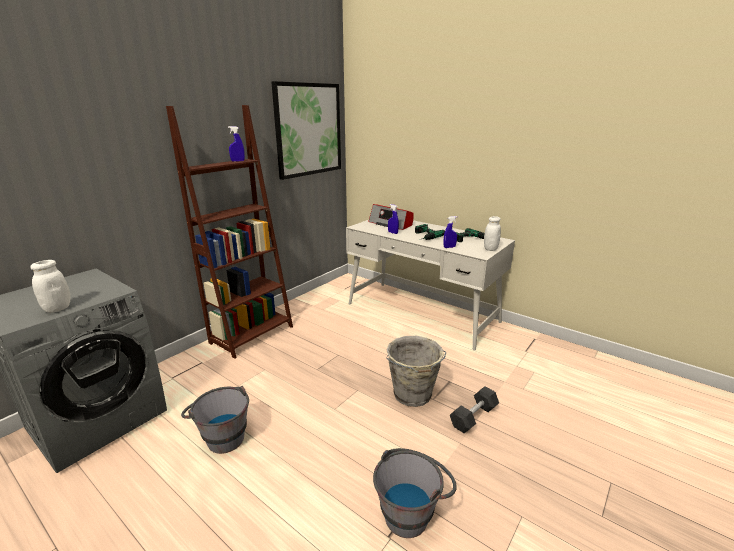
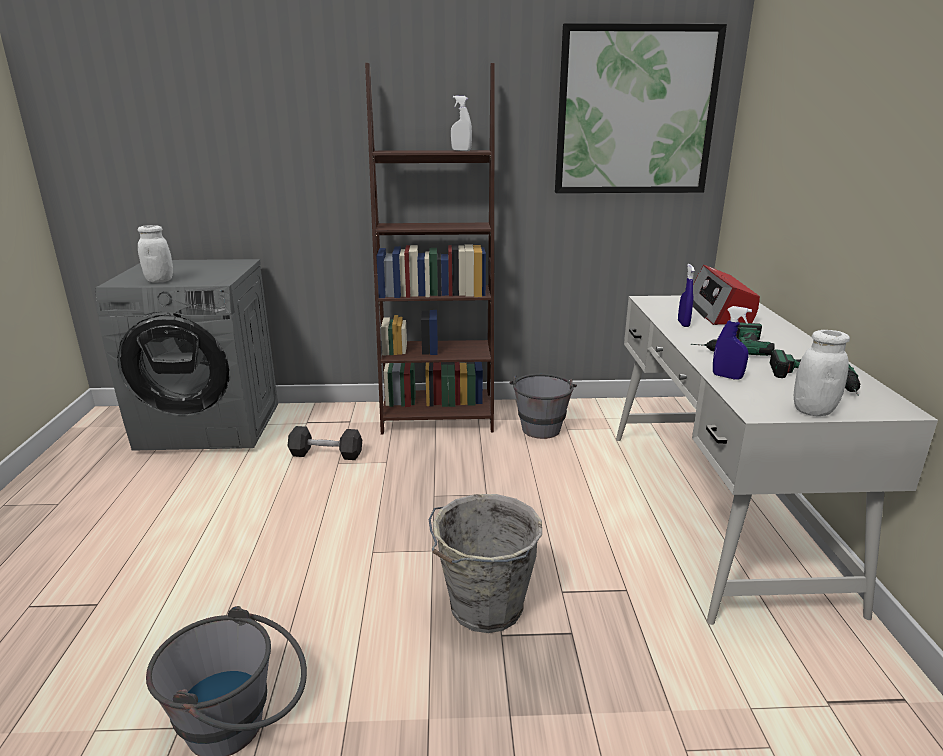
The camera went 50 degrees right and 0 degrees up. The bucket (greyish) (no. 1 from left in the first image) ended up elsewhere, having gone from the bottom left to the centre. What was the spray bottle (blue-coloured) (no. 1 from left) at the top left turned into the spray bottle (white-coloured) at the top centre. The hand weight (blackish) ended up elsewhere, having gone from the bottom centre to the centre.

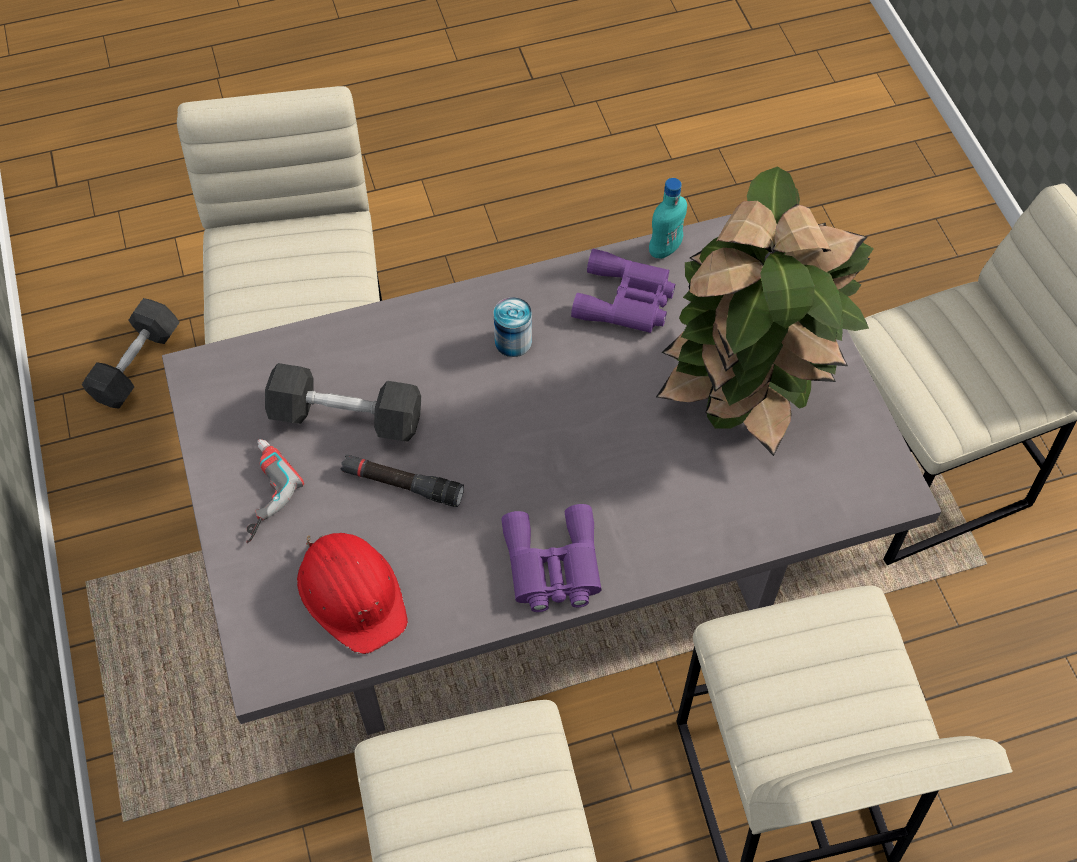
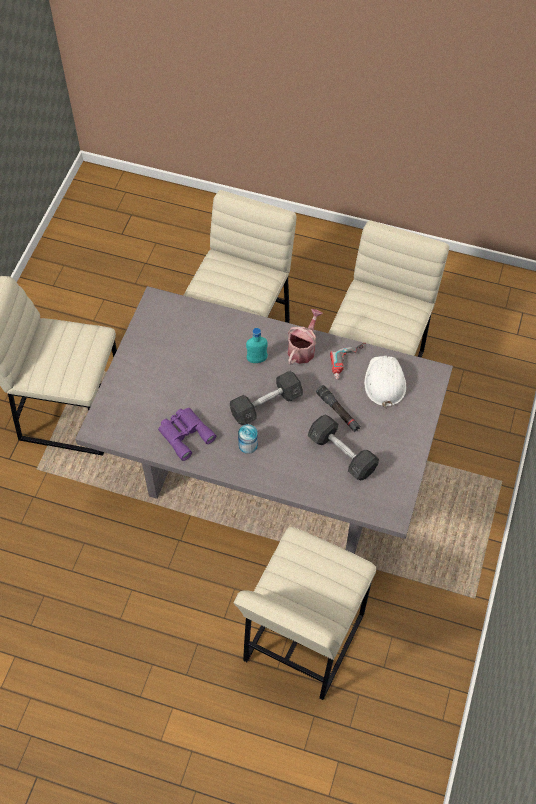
The camera went 145 degrees left and 0 degrees up. The hand weight (greyish) (no. 1 from left) ended up elsewhere, having gone from the middle left to the centre. The drill ended up elsewhere, having gone from the middle left to the centre. What was the hard hat (red) at the bottom left turned into the hard hat (white-coloured) at the middle right. Where the field glasses (purple-coloured) (no. 1 from left) stood at the centre, the watering can came to stand at the centre. The drink bottle (blue-green) ended up elsewhere, having gone from the top centre to the centre. The second view lost the houseplant at the middle right.

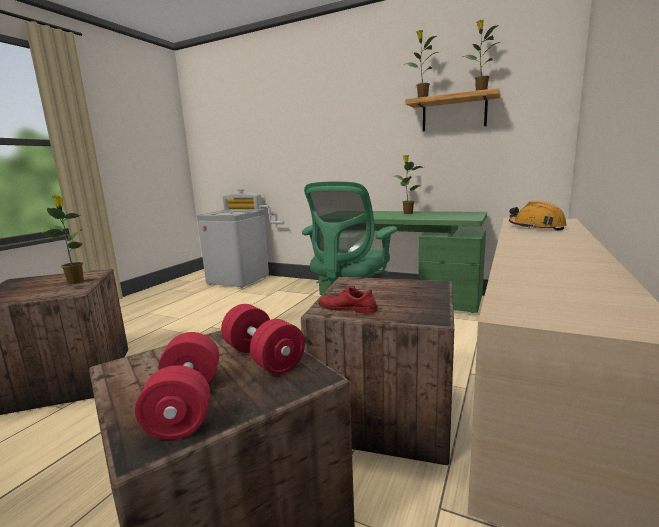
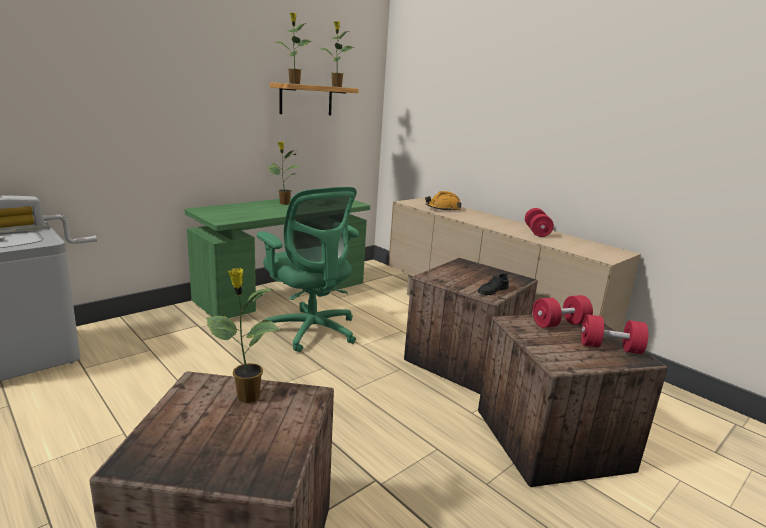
The camera went 70 degrees left and 5 degrees up. What was the low shoe (red) at the centre turned into the low shoe (blackish) at the centre. The second view gained the hand weight (red) (no. 1 from left) at the middle right.

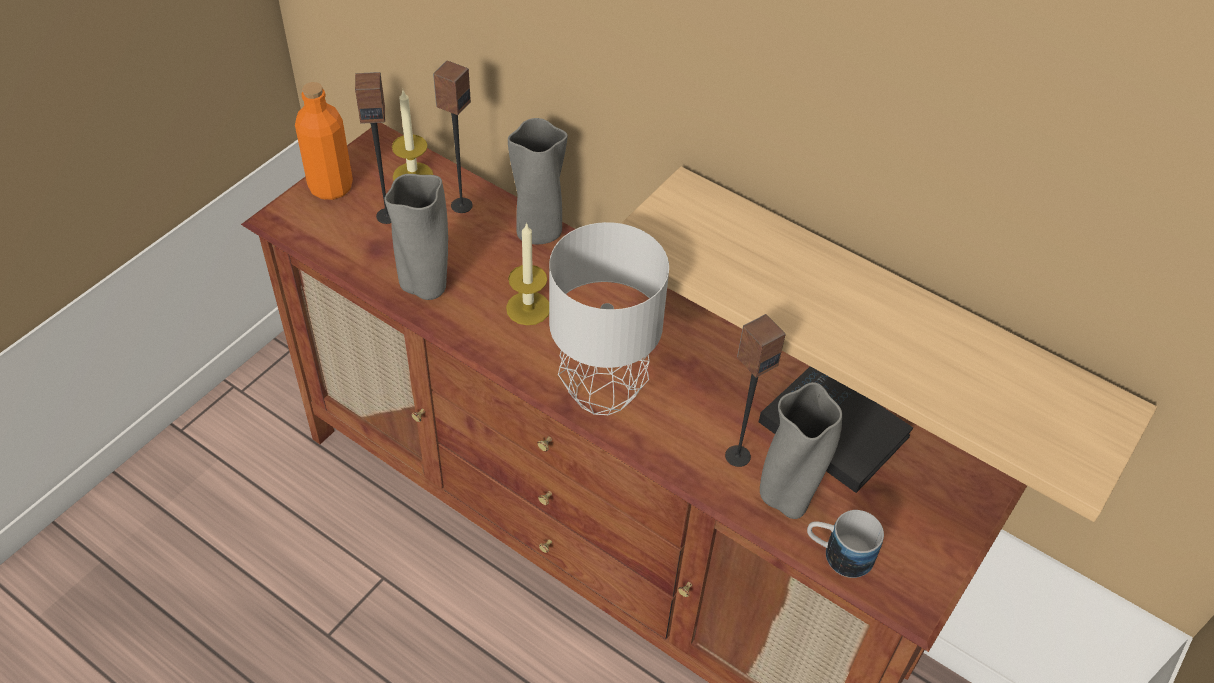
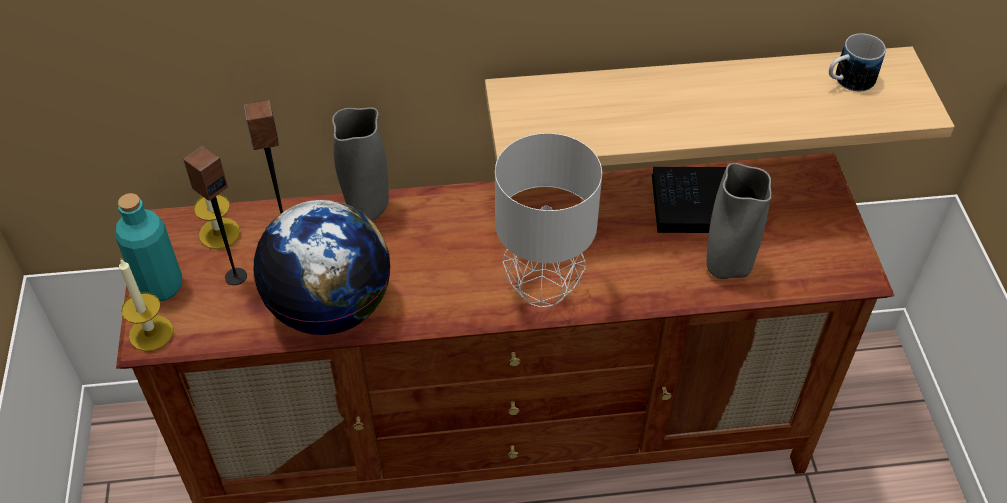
The camera went 40 degrees left and 0 degrees up. What was the drink bottle (orange) at the top left turned into the drink bottle (blue-green) at the middle left. Where the vase (greyish) (no. 1 from left) stood at the centre, the globe came to stand at the middle left. The wax light (no. 2 from left in the first image) ended up elsewhere, having gone from the centre to the middle left. The second view lost the audio speaker (no. 3 from left) at the centre. The coffee mug ended up elsewhere, having gone from the bottom right to the top right.

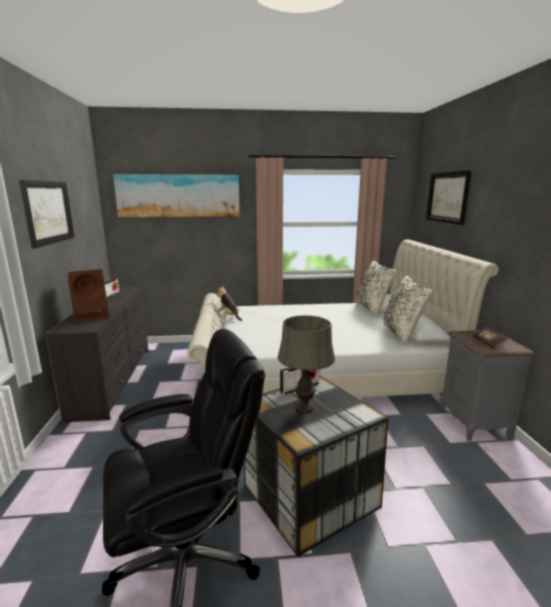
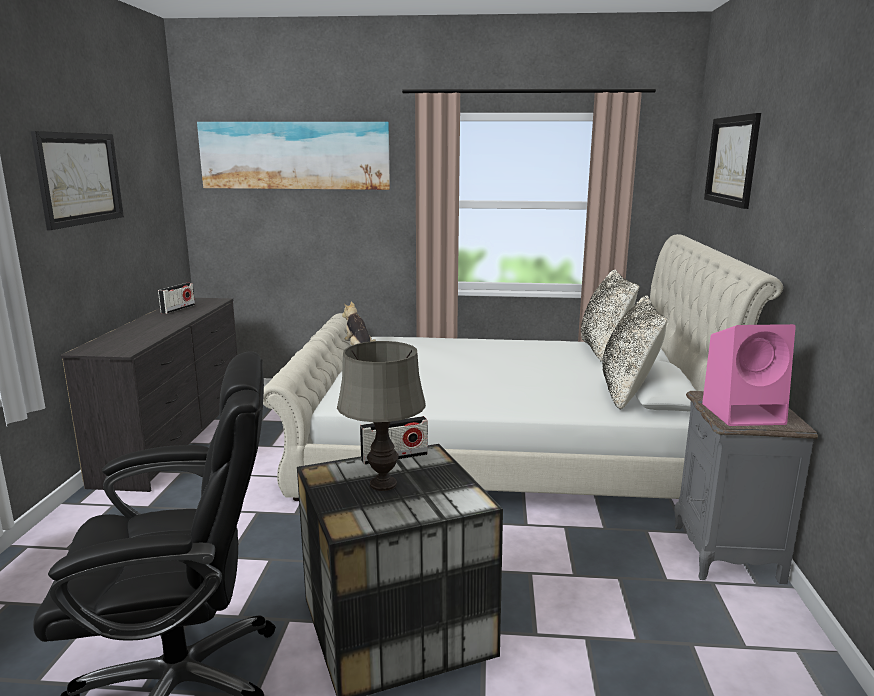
The camera went 10 degrees right and 0 degrees up. The second view lost the audio speaker (brown) at the middle left. Where the bound book stood at the middle right, the audio speaker (pink-coloured) came to stand at the middle right.

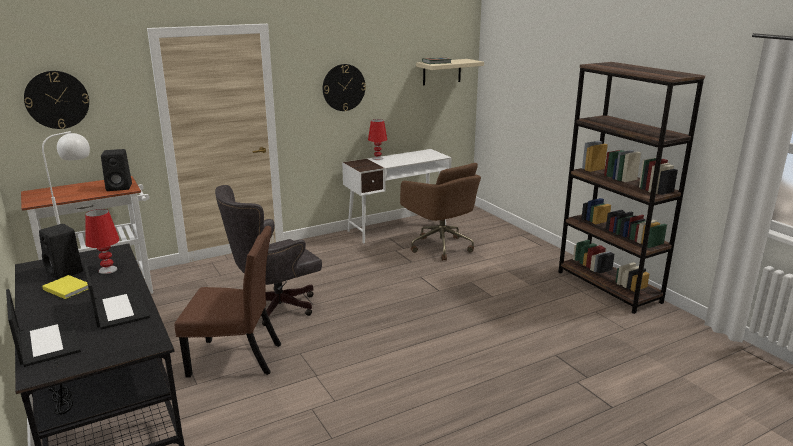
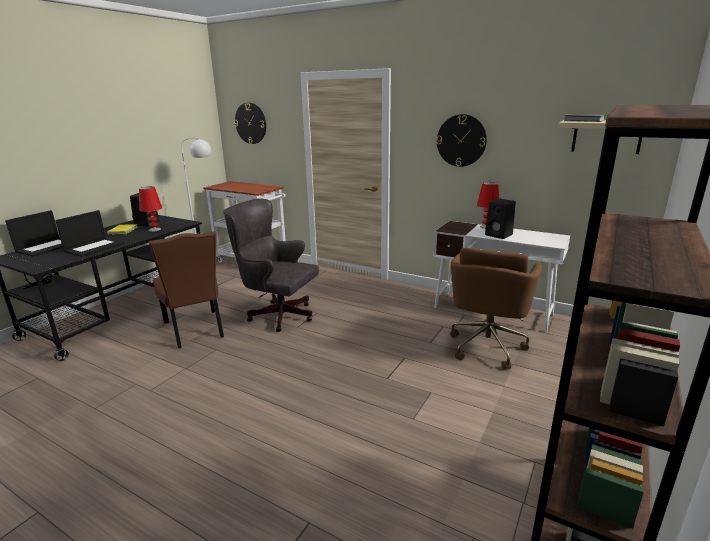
The camera went 60 degrees right and 0 degrees up. The audio speaker (blackish) (no. 2 from left) ended up elsewhere, having gone from the middle left to the middle right.

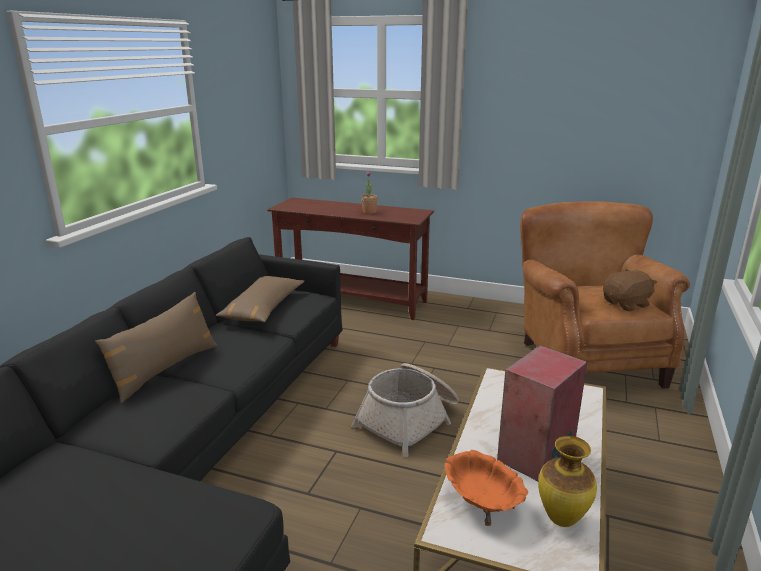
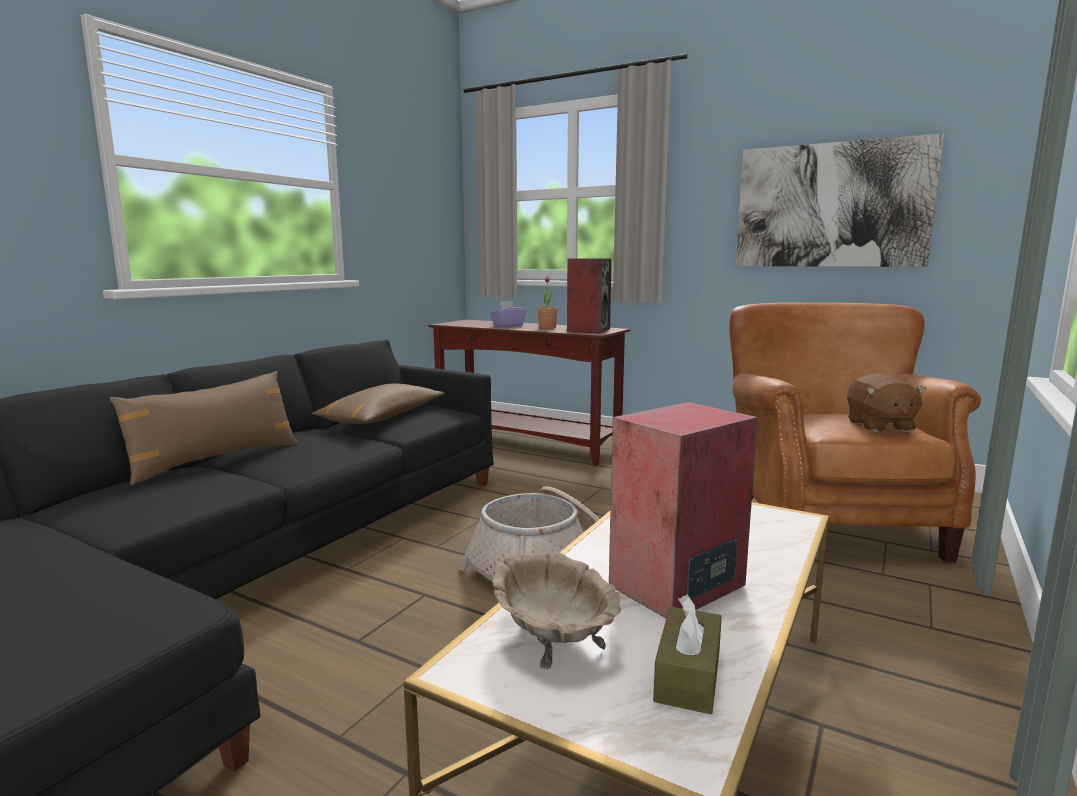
The camera went 10 degrees right and 10 degrees down. What was the serving bowl (orange) at the bottom centre turned into the serving bowl (beige-coloured) at the bottom centre. Where the vase stood at the bottom right, the tissue box (brown) came to stand at the bottom centre. The soft toy (brown) at the middle right ended up facing another way, 105 degrees clockwise from before. The second view gained the tissue box (purple-coloured) at the centre. The second view gained the audio speaker (no. 1 from left) at the centre. The second view gained the picture at the top right.

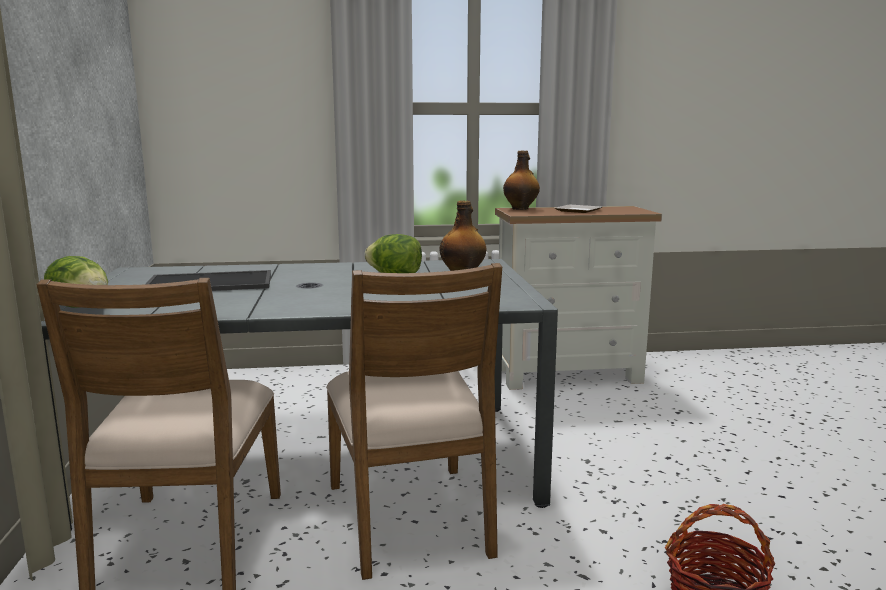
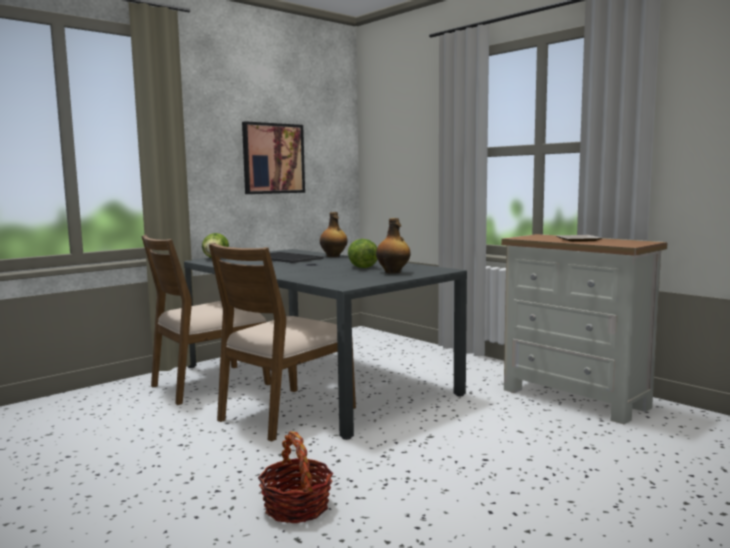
The camera went 55 degrees right and 5 degrees down. The drink bottle (no. 2 from left in the first image) ended up elsewhere, having gone from the top centre to the centre. The second view gained the picture at the top centre.

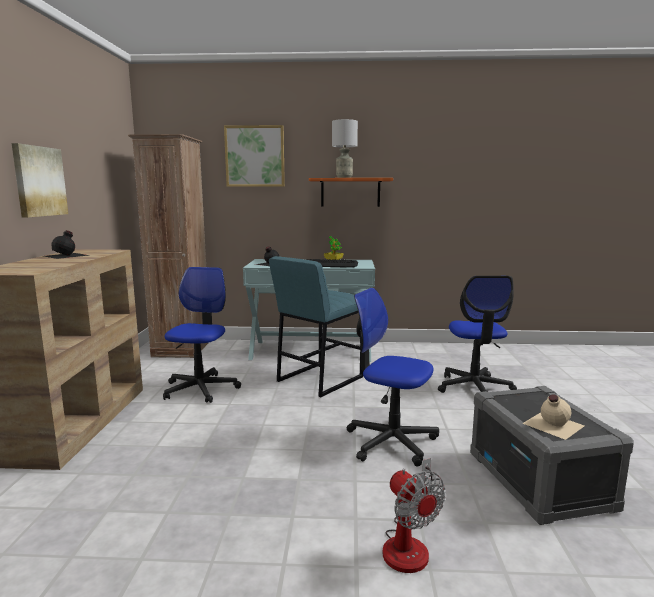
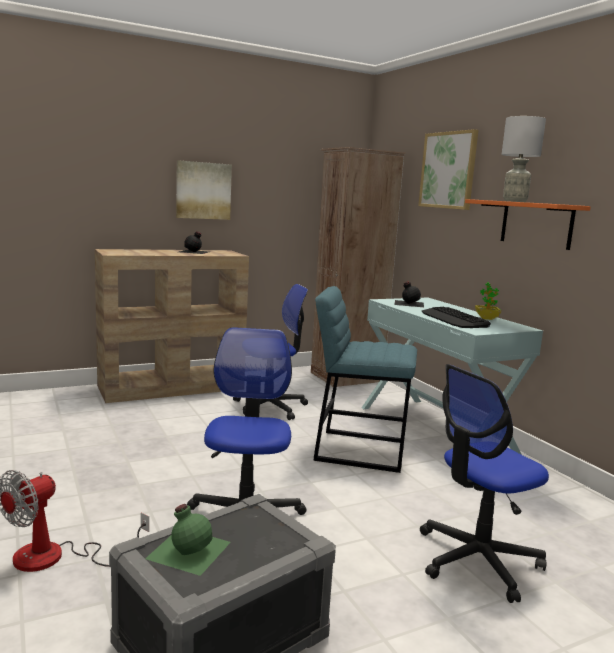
The camera went 60 degrees right and 0 degrees up. What was the drink bottle (beige-coloured) at the bottom right turned into the drink bottle (green) at the bottom left.

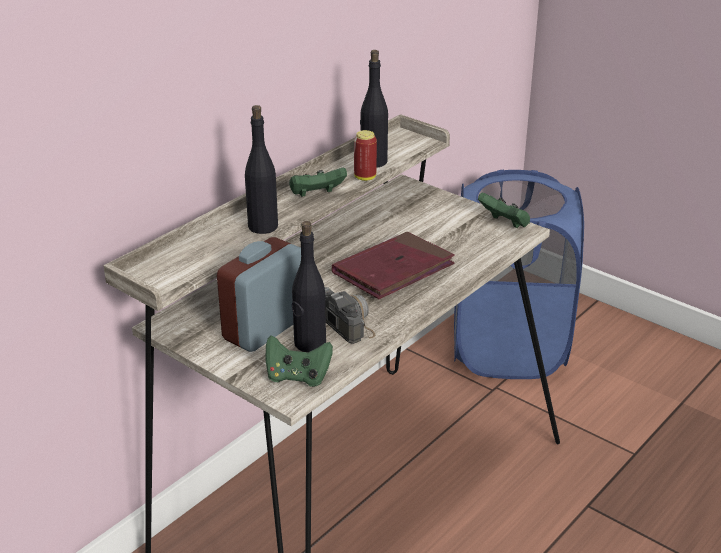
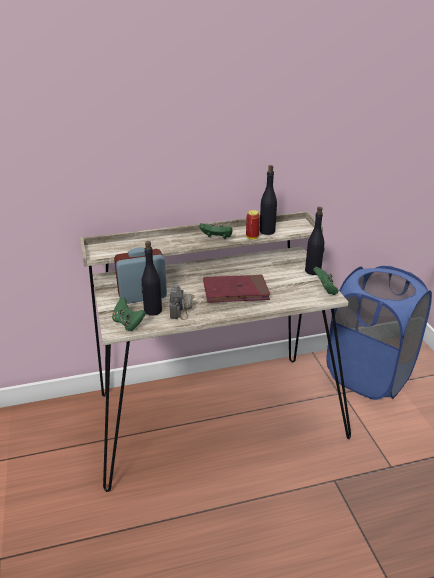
The camera went 35 degrees right and 0 degrees up. The drink bottle (blackish) (no. 1 from left in the first image) ended up elsewhere, having gone from the top centre to the middle right.

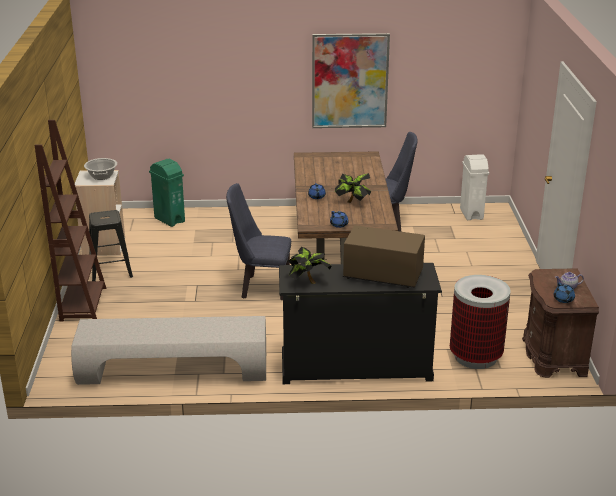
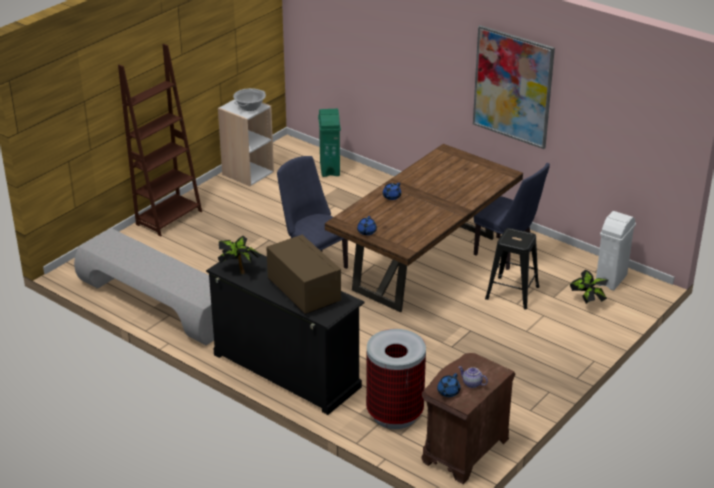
The camera went 40 degrees right and 5 degrees up. The stool seat (blackish) ended up elsewhere, having gone from the middle left to the middle right. The houseplant (no. 2 from left) ended up elsewhere, having gone from the centre to the middle right.

